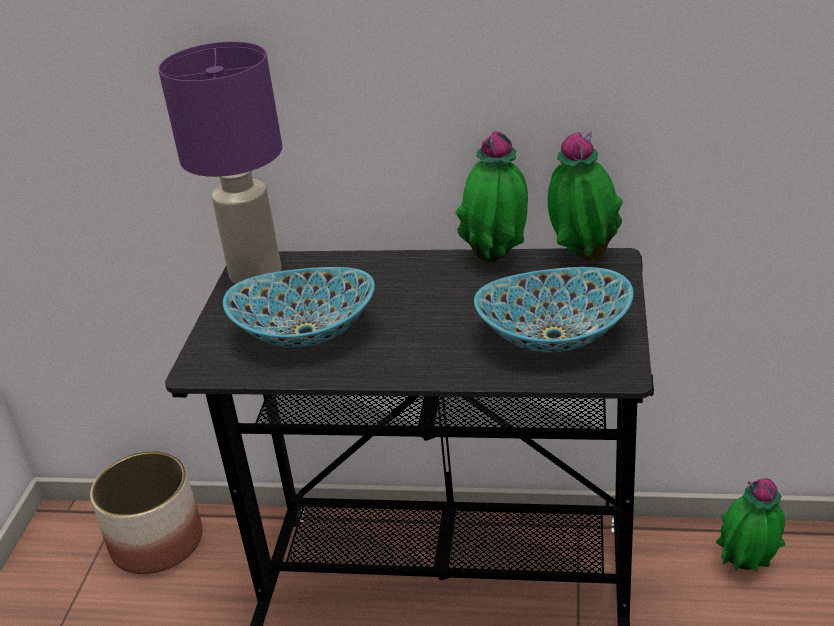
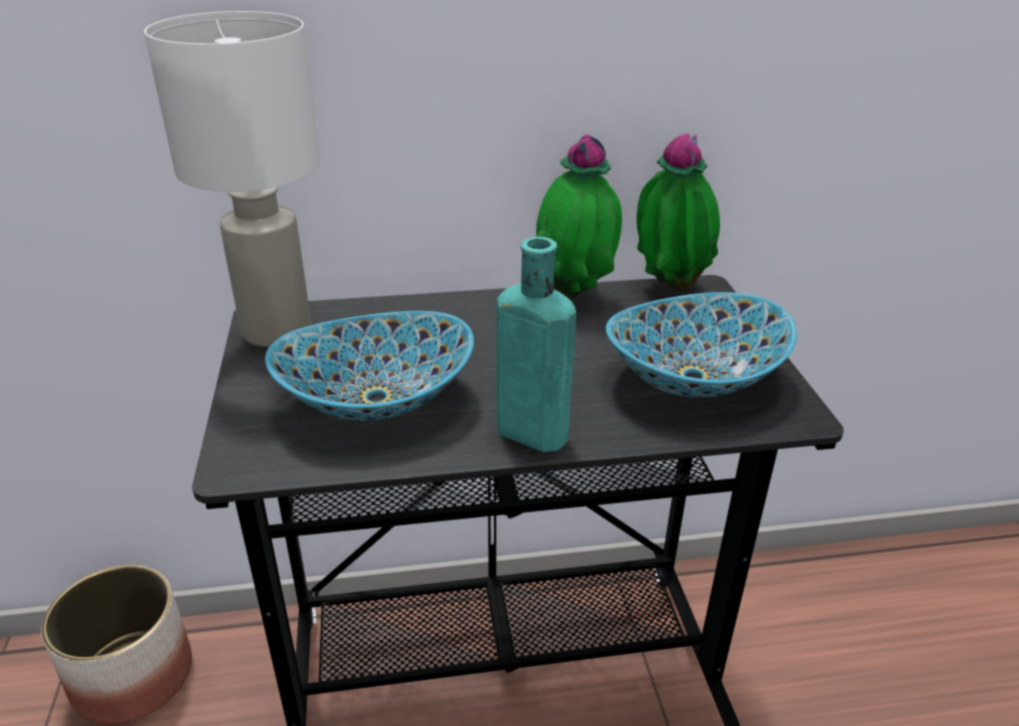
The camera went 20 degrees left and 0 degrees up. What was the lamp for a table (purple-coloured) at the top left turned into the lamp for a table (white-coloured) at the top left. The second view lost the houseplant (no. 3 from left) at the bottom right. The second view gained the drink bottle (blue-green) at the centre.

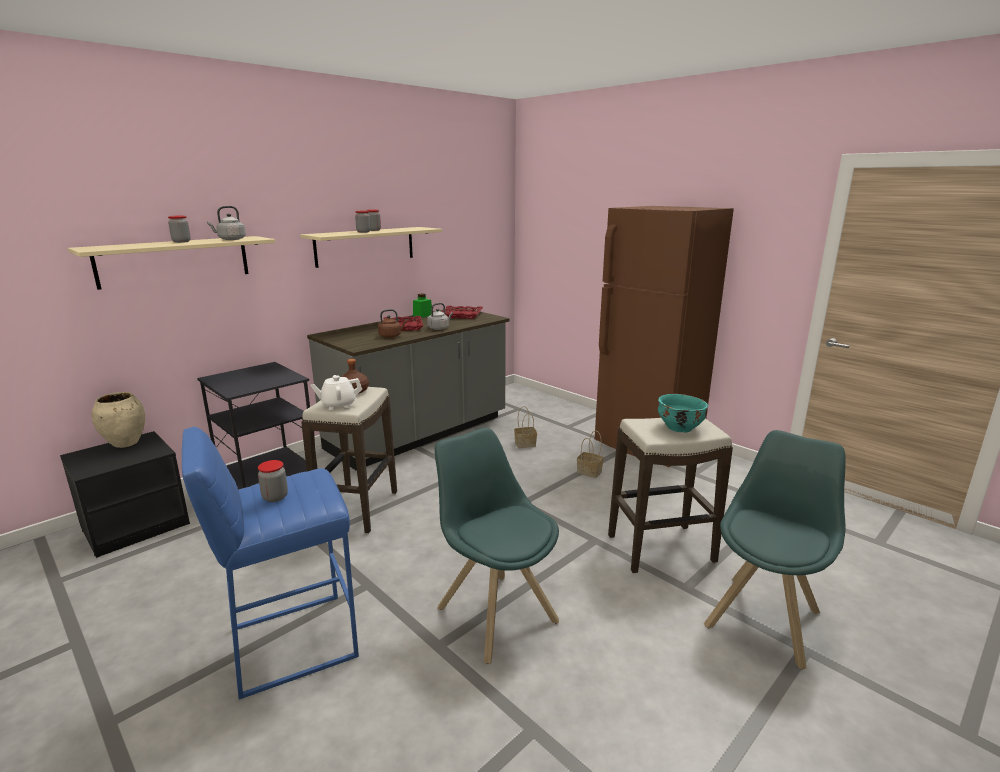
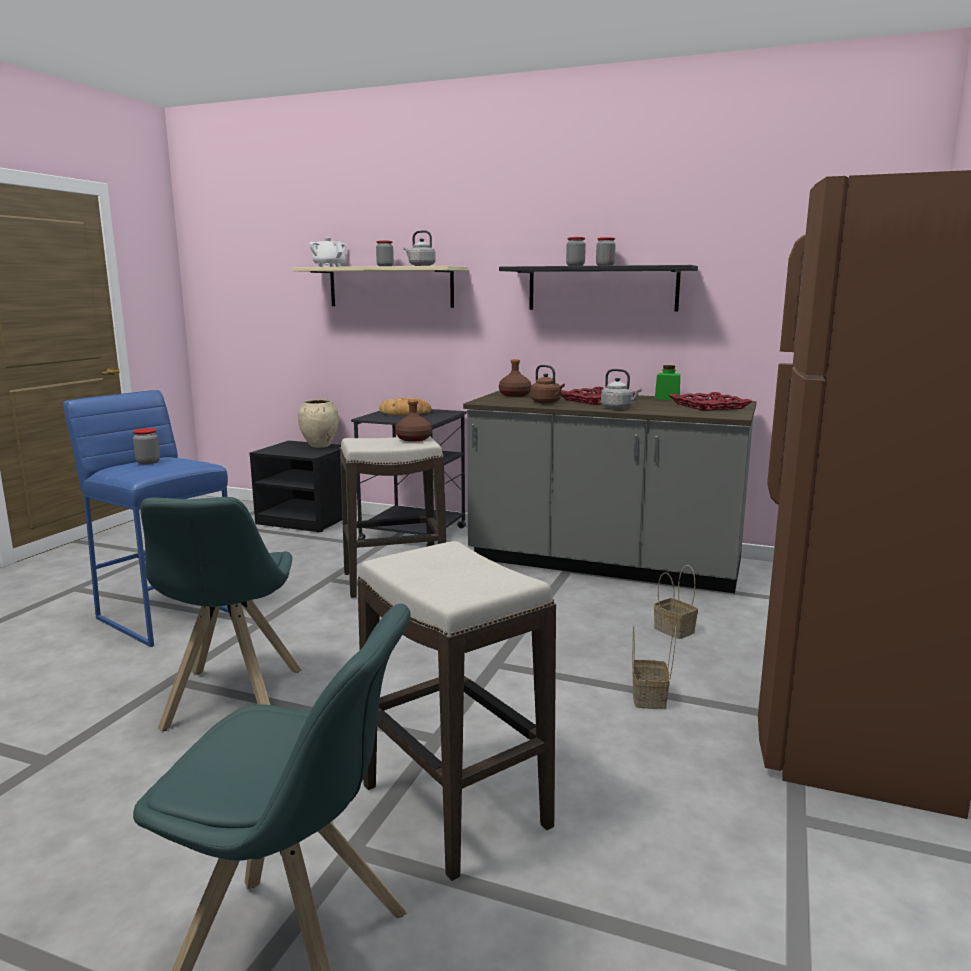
The camera went 65 degrees right and 5 degrees down. What was the wall shelf (beige-coloured) (no. 2 from left) at the top centre turned into the wall shelf (blackish) at the top centre. The pot for tea (white-coloured) ended up elsewhere, having gone from the centre to the top centre. The chair (blue-green) (no. 1 from left) at the bottom centre ended up facing another way, 150 degrees clockwise from before. The second view lost the serving bowl (blue-green) at the middle right. The second view gained the baked bread at the centre. The second view gained the drink bottle (brown) (no. 2 from left) at the centre.

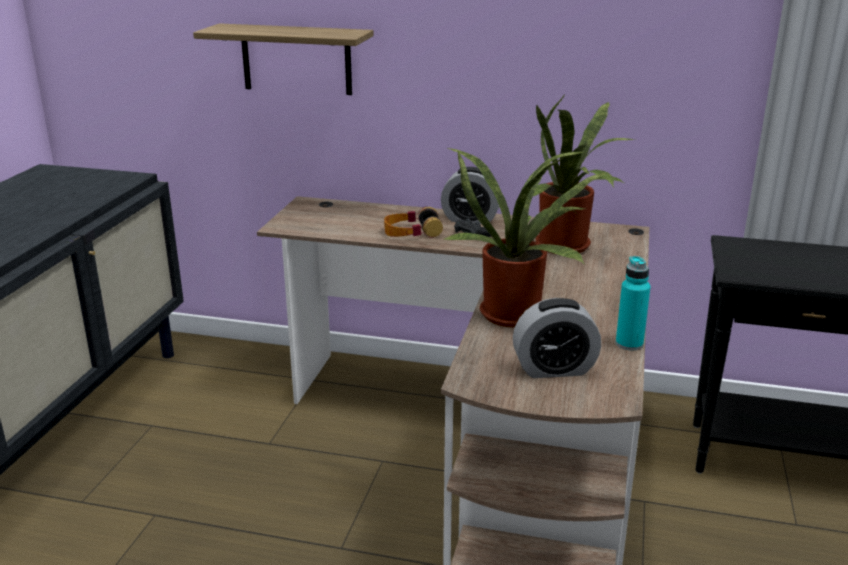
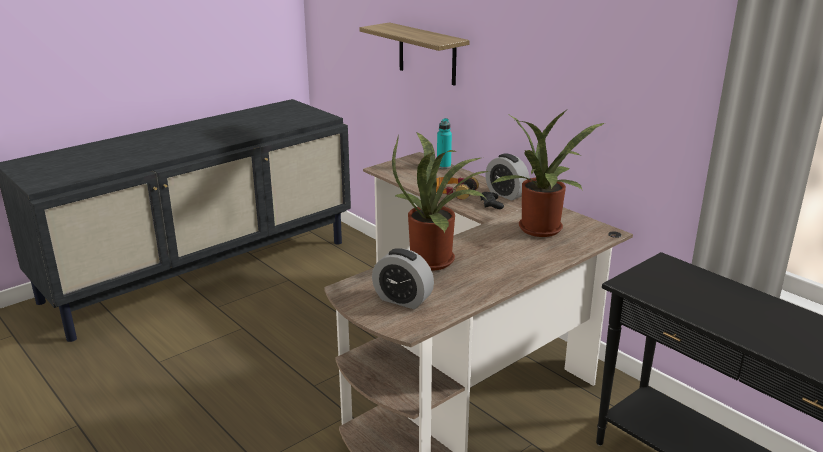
The camera went 35 degrees right and 0 degrees up. The drink bottle (blue-green) ended up elsewhere, having gone from the middle right to the top centre.

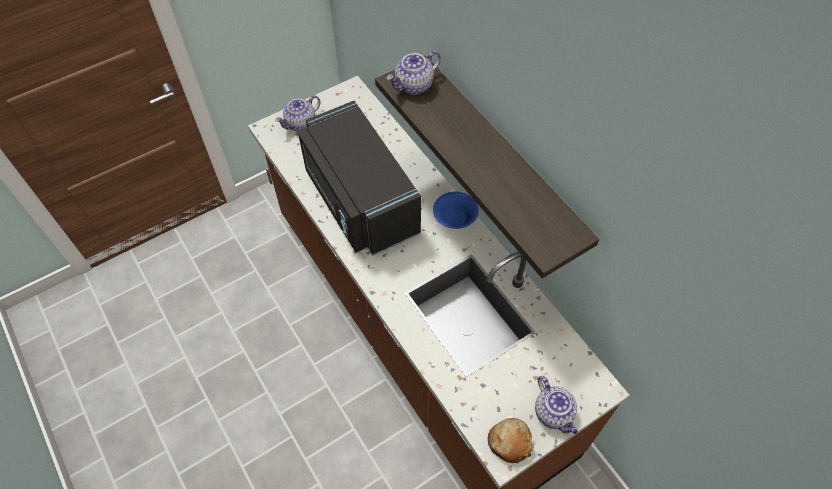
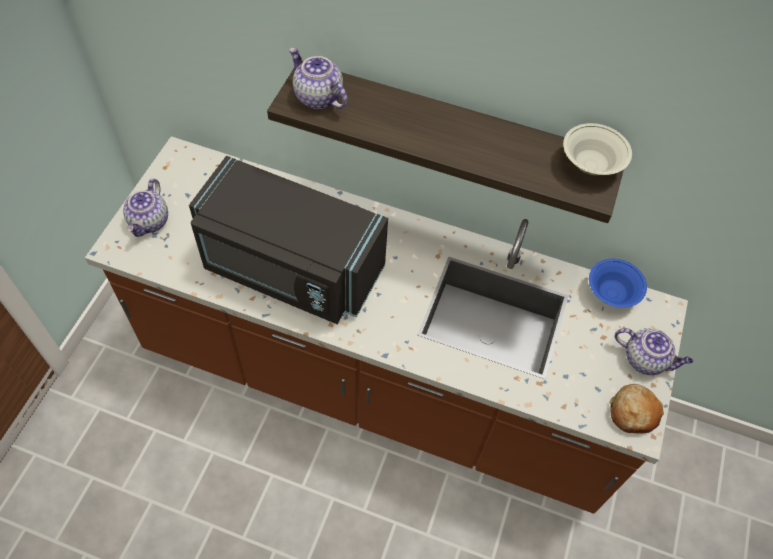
The camera went 40 degrees left and 0 degrees up. The pot for tea (no. 2 from left) at the top centre ended up facing another way, 120 degrees clockwise from before. The serving bowl (blue-coloured) ended up elsewhere, having gone from the centre to the middle right. The second view gained the serving bowl (white-coloured) at the top right.

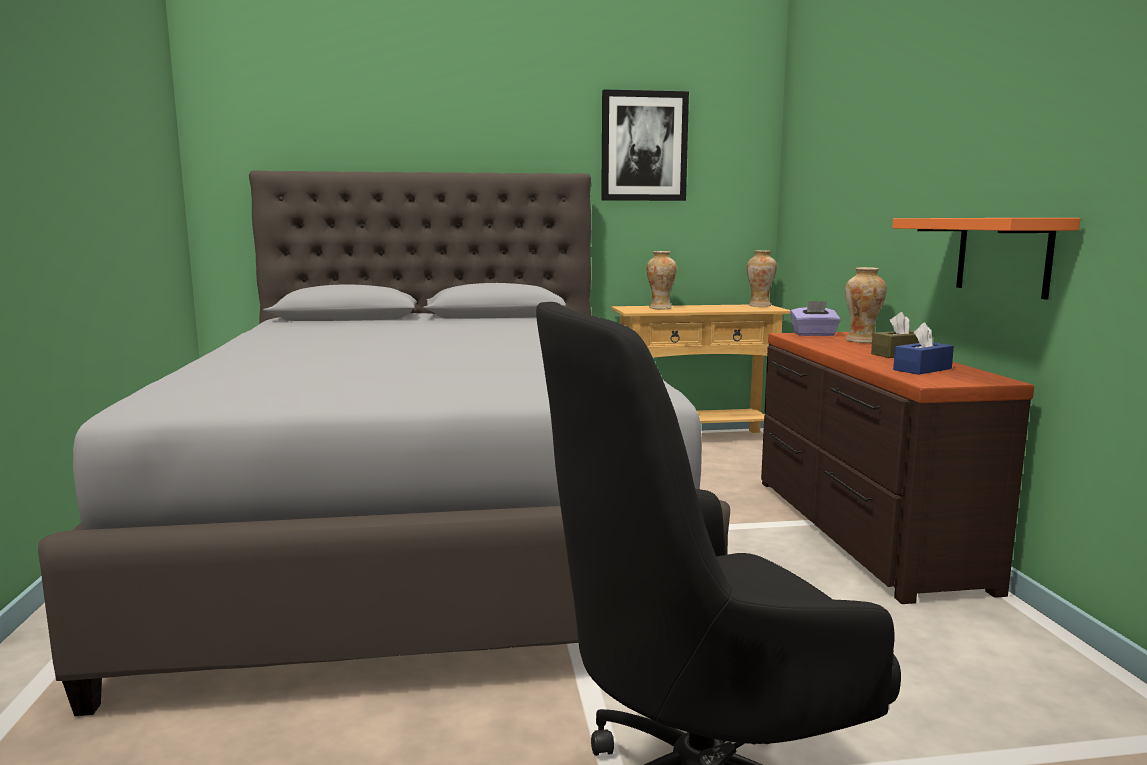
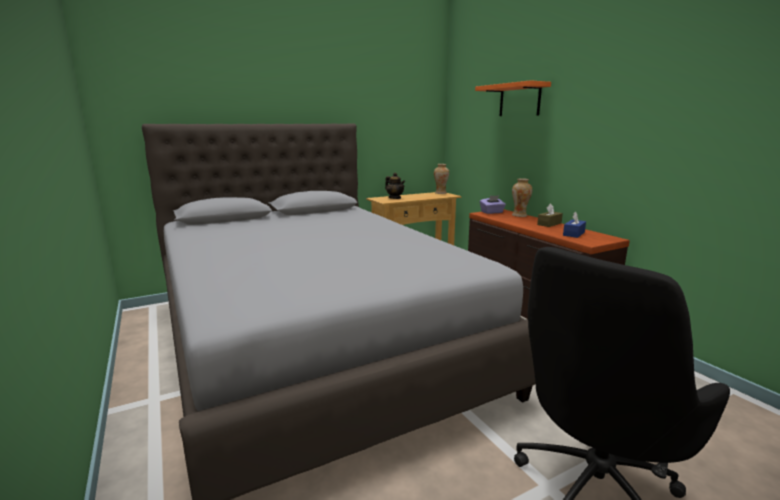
The camera went 20 degrees left and 5 degrees up. The second view lost the picture at the top centre. Where the vase (no. 1 from left) stood at the centre, the pot for tea came to stand at the centre. The wall shelf (orange) ended up elsewhere, having gone from the middle right to the top centre.

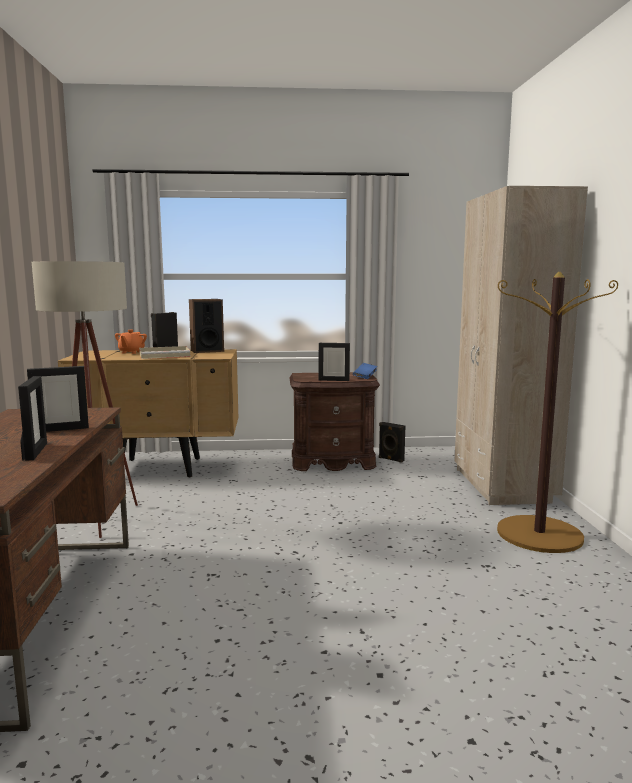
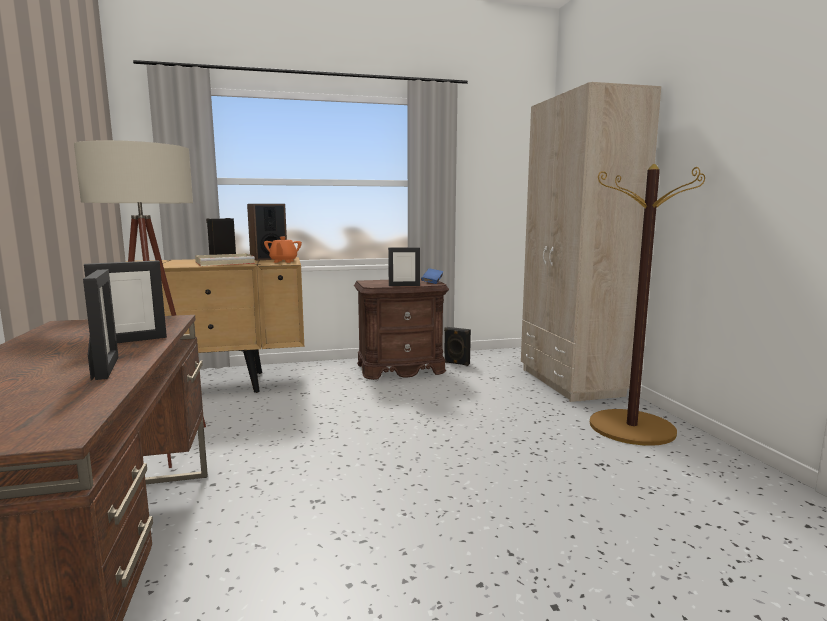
The camera went 10 degrees left and 0 degrees up. The pot for tea (orange) ended up elsewhere, having gone from the middle left to the centre.

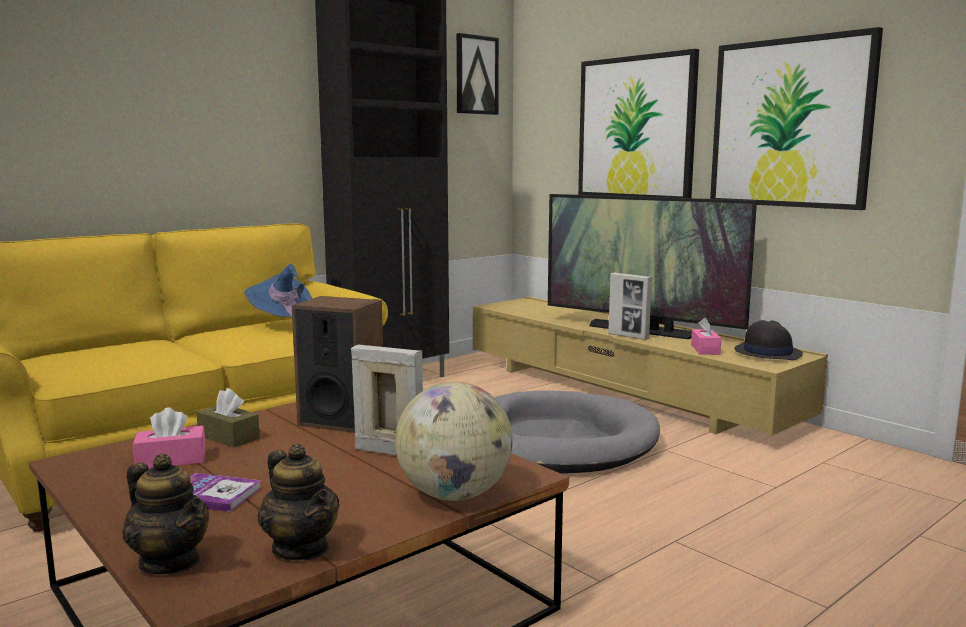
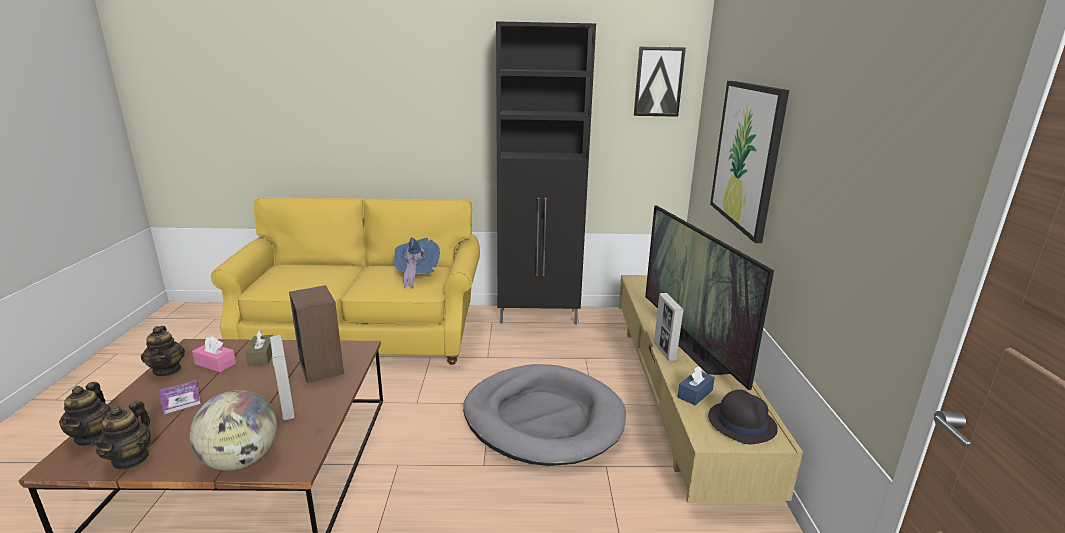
The camera went 40 degrees right and 10 degrees up. What was the tissue box (pink-coloured) (no. 2 from left) at the middle right turned into the tissue box (blue-coloured) at the bottom centre. The second view lost the picture (no. 3 from left) at the top right. The second view gained the pot for tea (no. 3 from left) at the middle left.

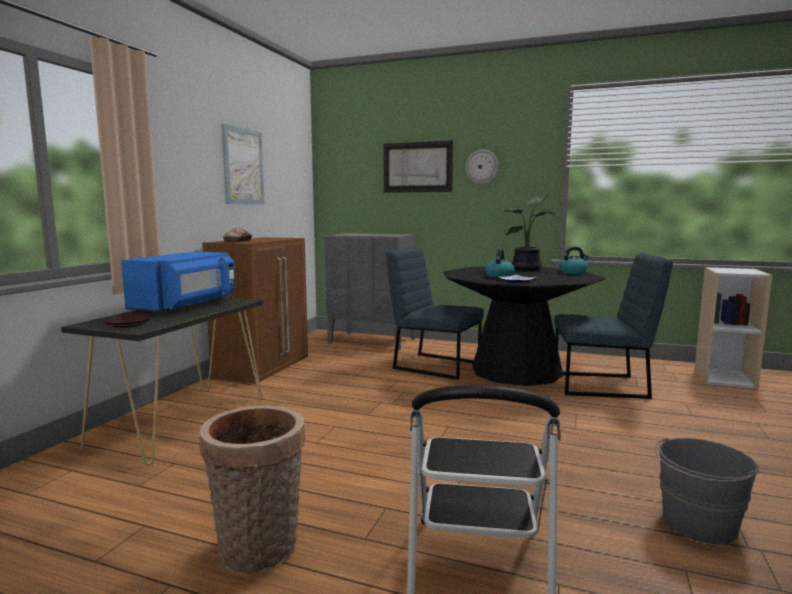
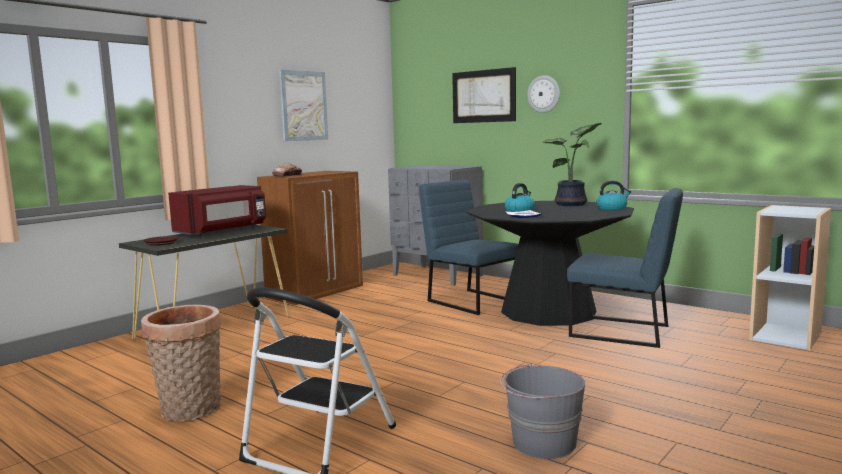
The camera went 20 degrees right and 0 degrees up. What was the microwave oven (blue-coloured) at the middle left turned into the microwave oven (red) at the middle left.

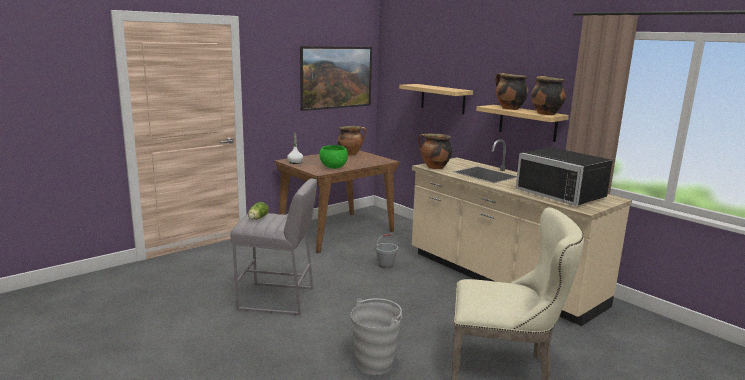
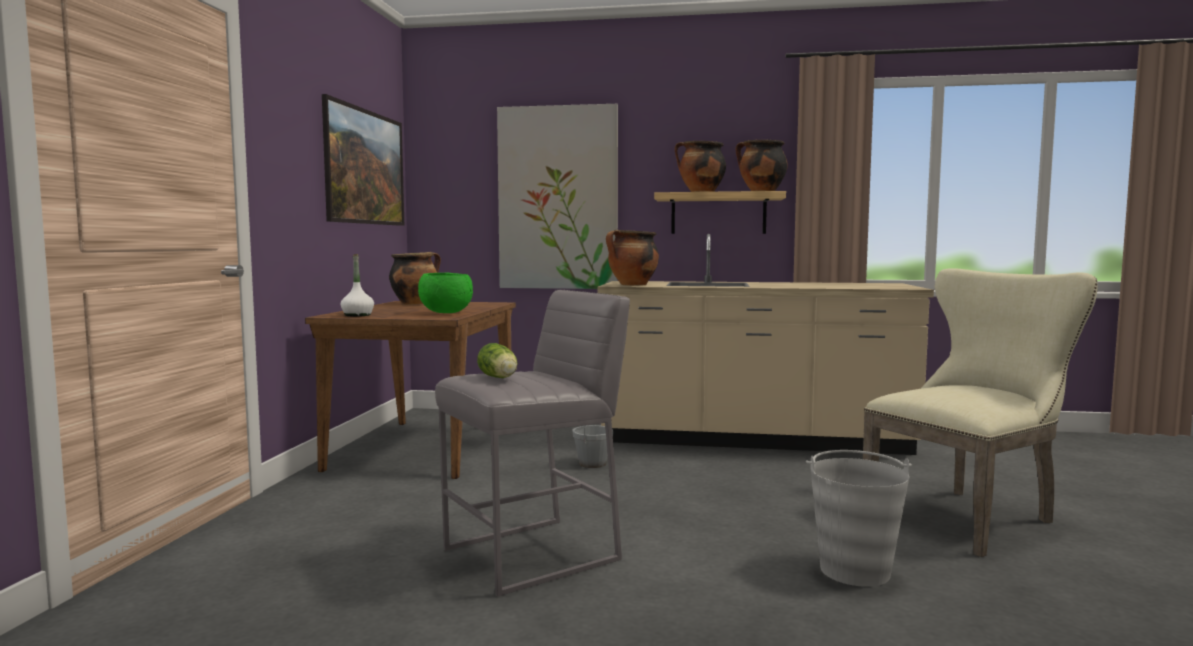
The camera went 40 degrees left and 10 degrees down. Where the wall shelf (no. 1 from left) hung at the top centre, the picture (no. 2 from left) came to hang at the top centre. The second view lost the microwave oven (blackish) at the middle right.

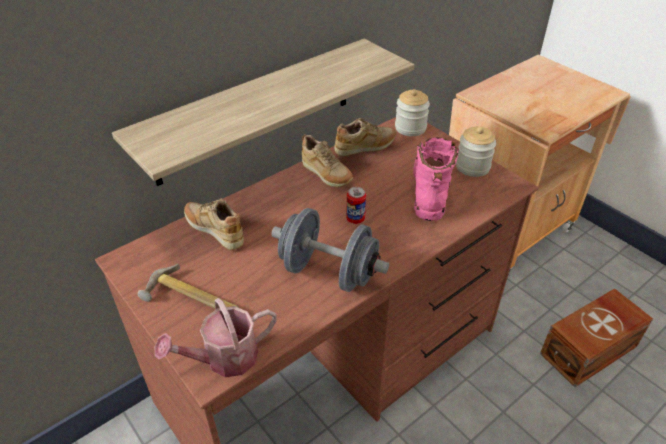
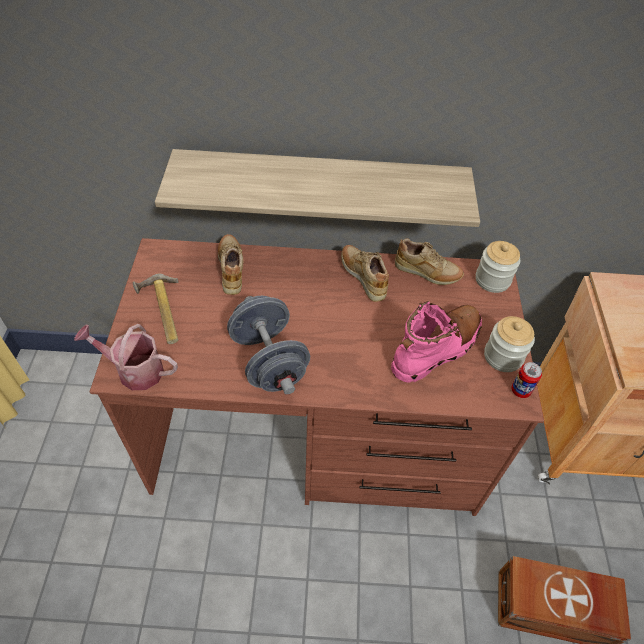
The camera went 40 degrees right and 10 degrees up. The low shoe (beige-coloured) (no. 2 from left) at the centre ended up facing another way, 150 degrees clockwise from before. The can ended up elsewhere, having gone from the centre to the middle right.

